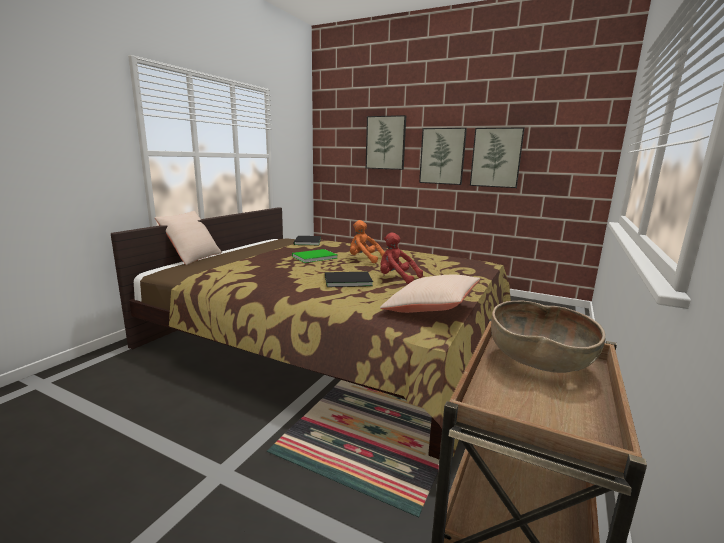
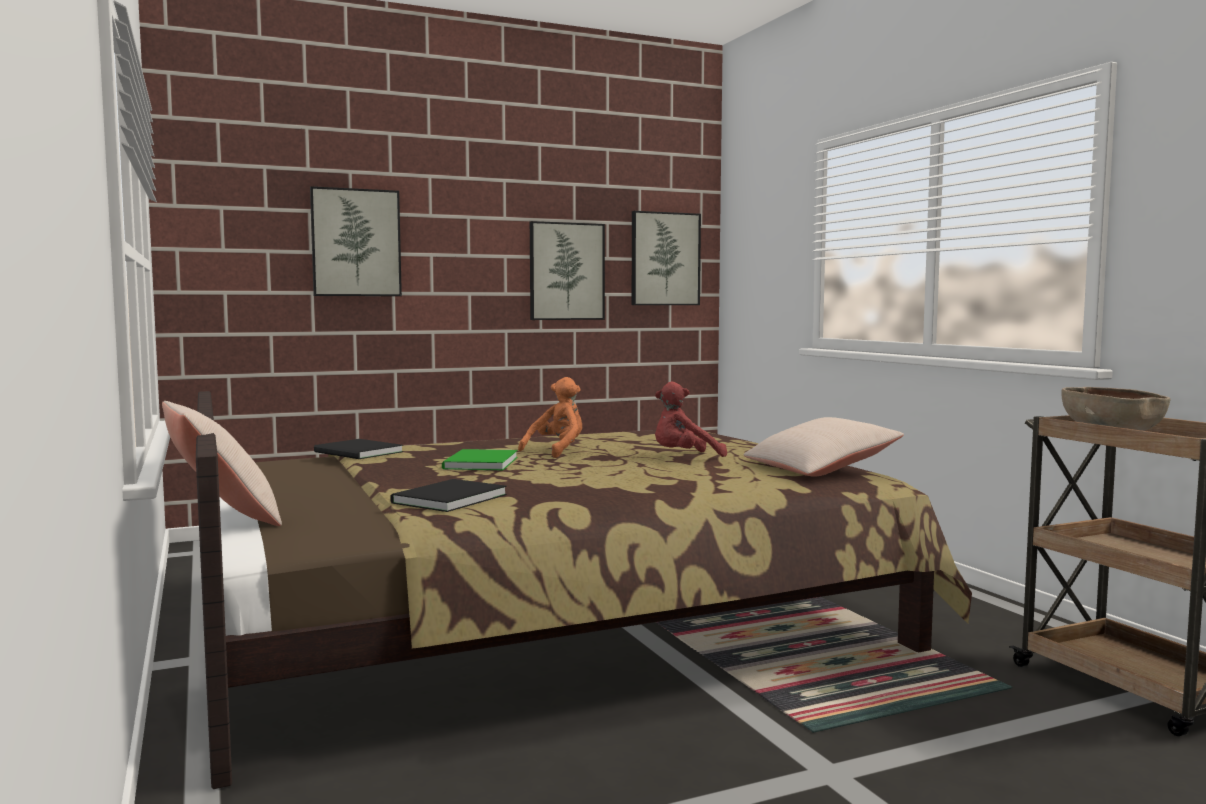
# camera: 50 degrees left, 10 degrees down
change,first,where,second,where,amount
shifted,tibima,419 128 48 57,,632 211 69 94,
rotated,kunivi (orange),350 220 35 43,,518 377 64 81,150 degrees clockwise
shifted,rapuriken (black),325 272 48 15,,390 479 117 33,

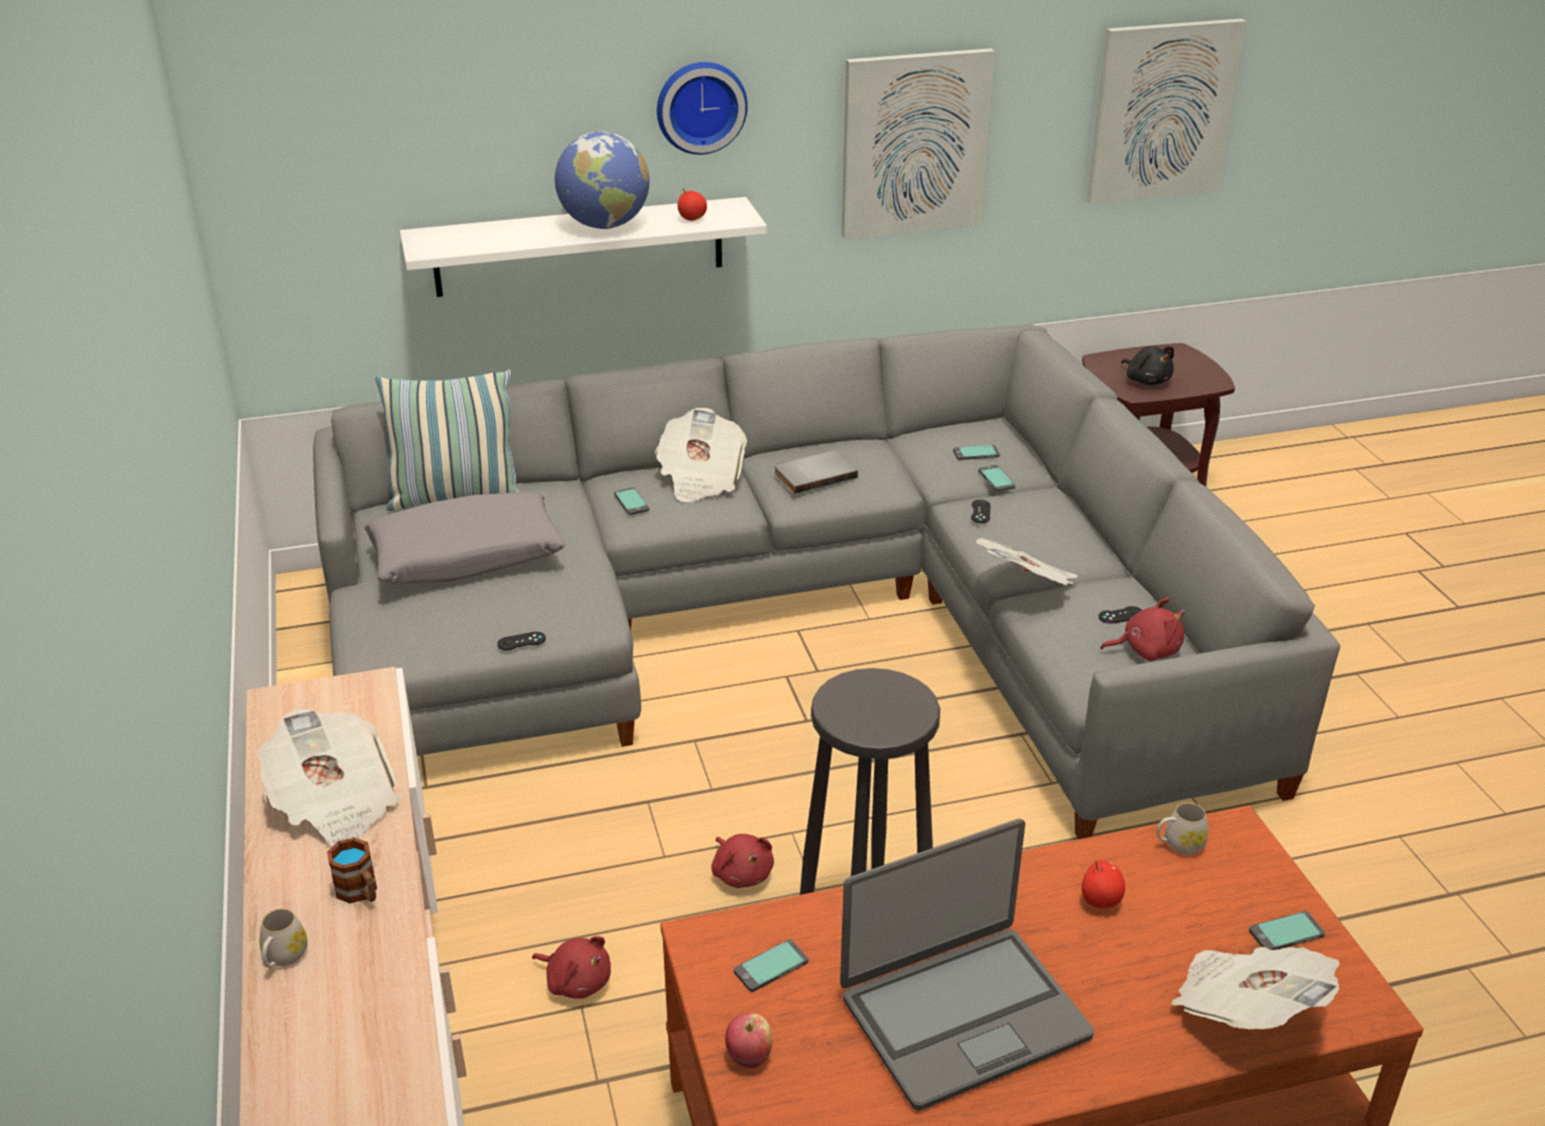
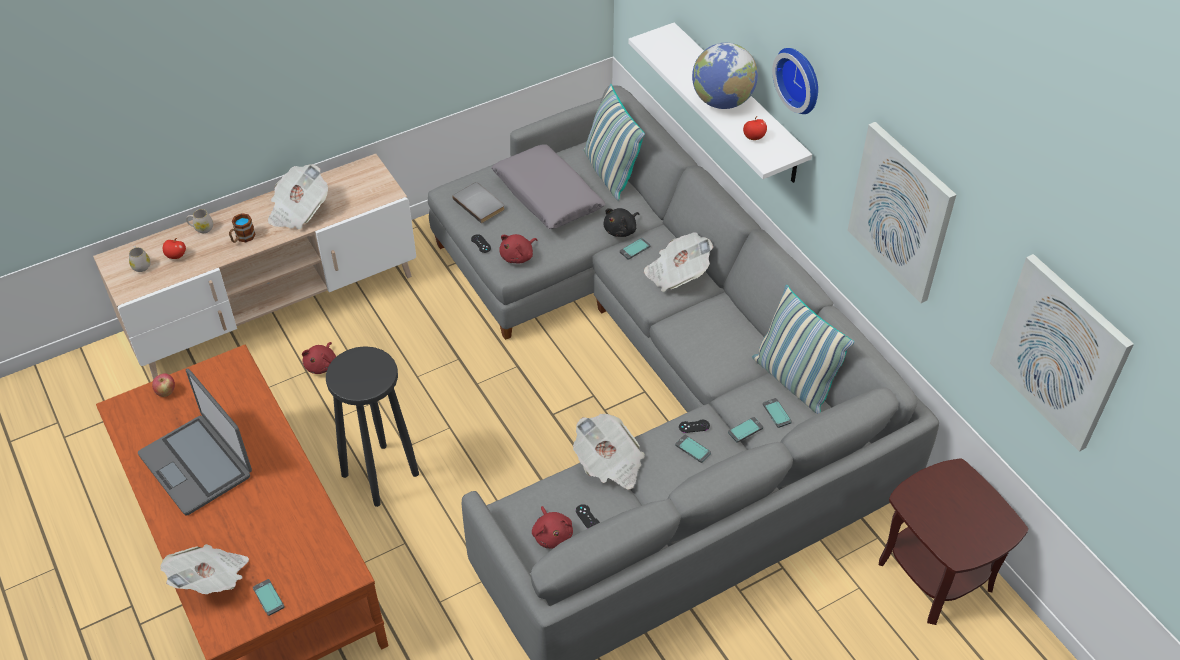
# camera: 75 degrees right, 15 degrees up
change,first,where,second,where,amount
shifted,kunivi (black),1121 346 53 39,,603 208 36 29,
shifted,rapuriken (grey),774 450 84 44,,452 182 53 41,
shifted,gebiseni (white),1156 802 52 53,,129 246 22 26,
shifted,kunivi (red),711 834 63 54,,499 234 39 29,
shifted,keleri,1082 860 43 49,,163 238 23 21,
shifted,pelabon,734 939 74 53,,675 435 36 28,
new,,,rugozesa,752 285 102 129,

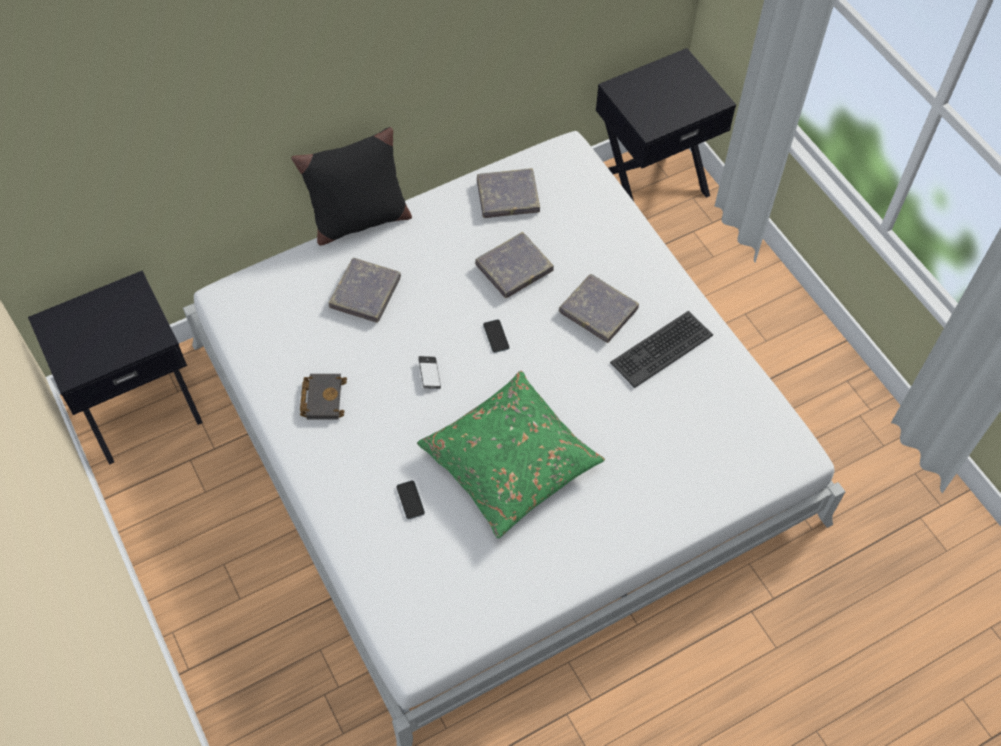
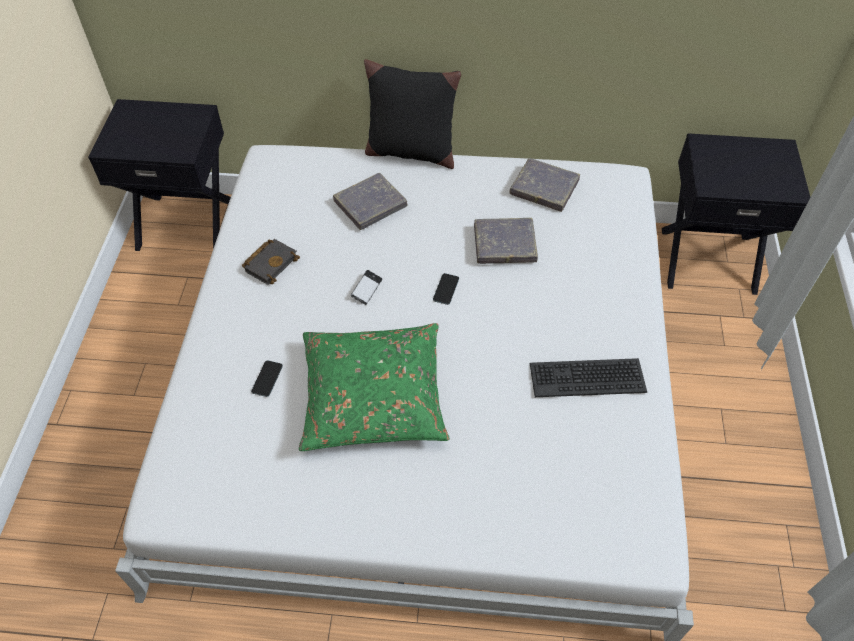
# camera: 35 degrees right, 5 degrees down
change,first,where,second,where,amount
gone,rapuriken (grey),559 274 80 69,,,

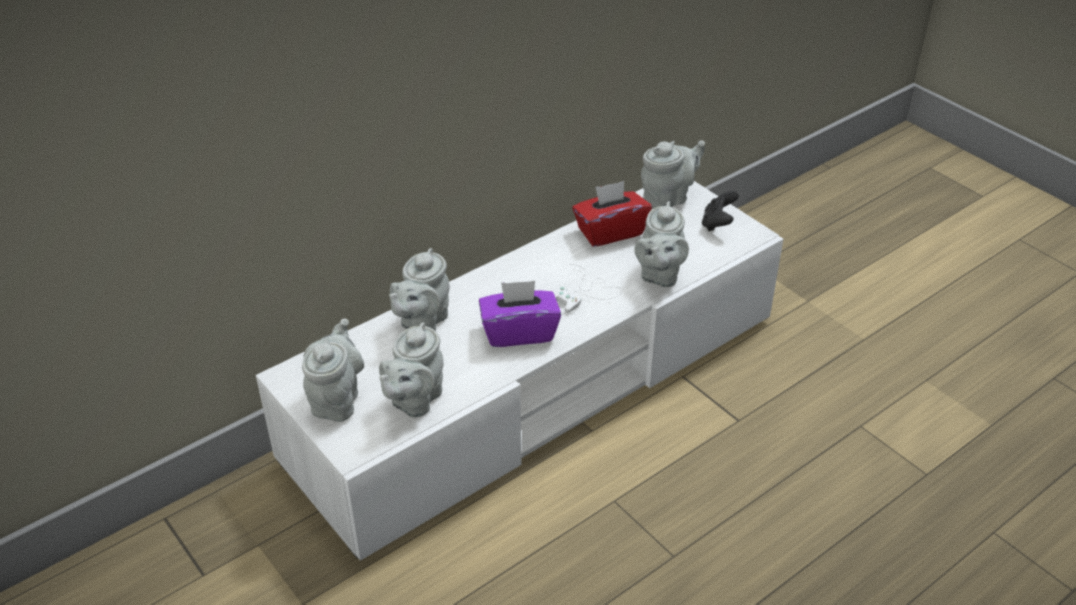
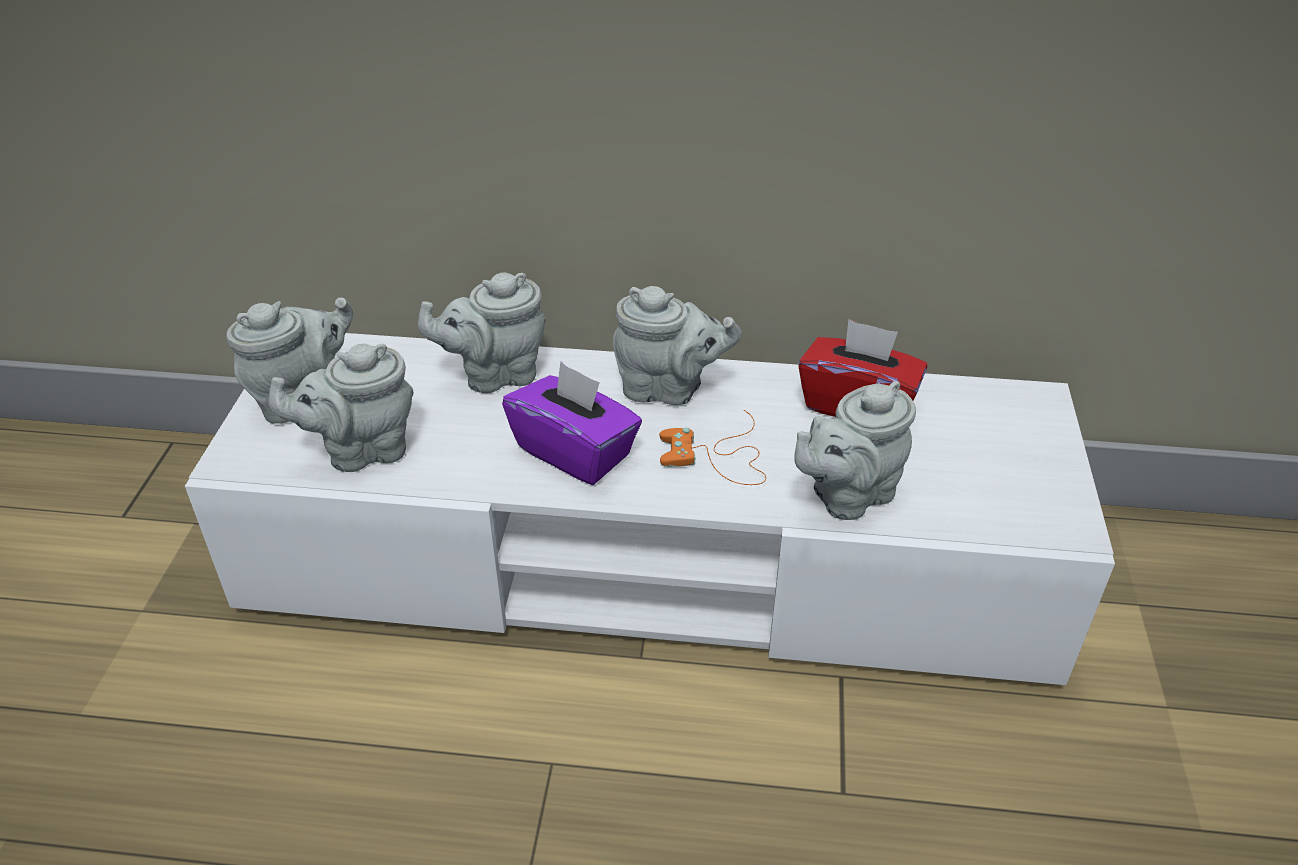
# camera: 45 degrees right, 0 degrees up
change,first,where,second,where,amount
shifted,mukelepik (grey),641 140 64 69,,613 286 129 119,
gone,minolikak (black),702 191 37 40,,,
repainted,minolikak (white),553 264 70 49,minolikak (orange),659 410 107 75,

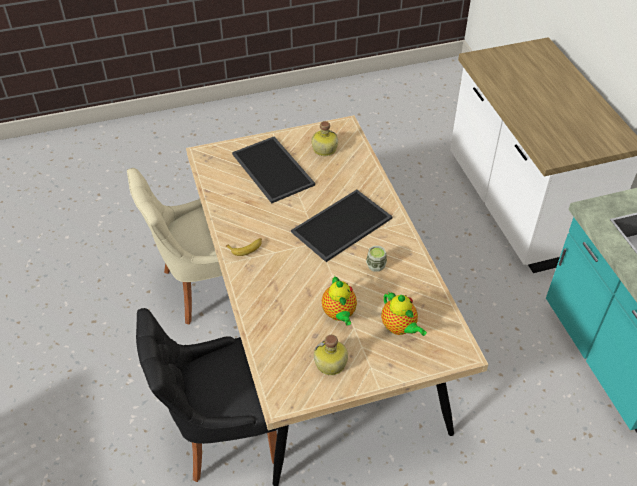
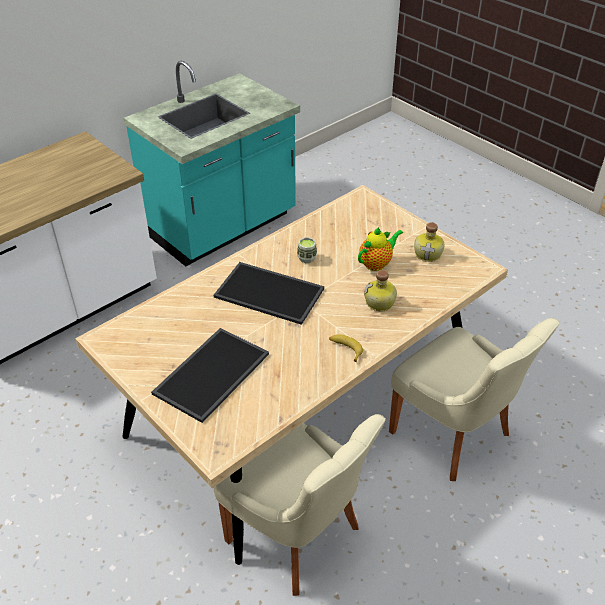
# camera: 115 degrees left, 5 degrees down
change,first,where,second,where,amount
shifted,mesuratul,312 121 26 35,,364 270 33 41,
gone,mukelepik,381 292 46 44,,,
repainted,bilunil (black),136 308 142 174,bilunil (beige),389 318 171 163,

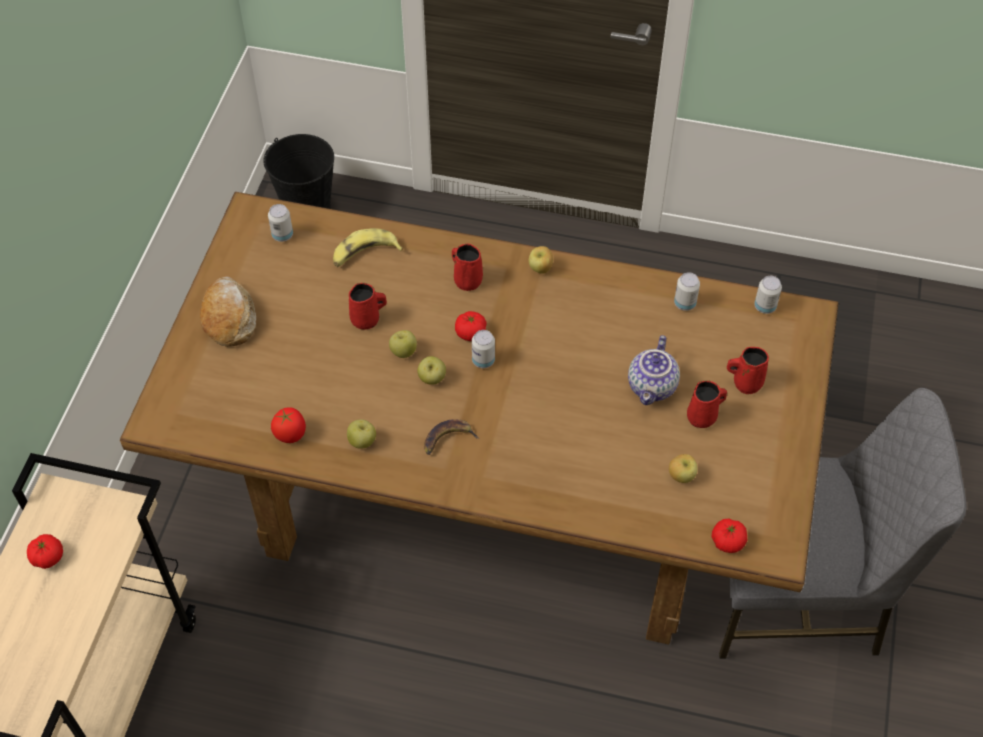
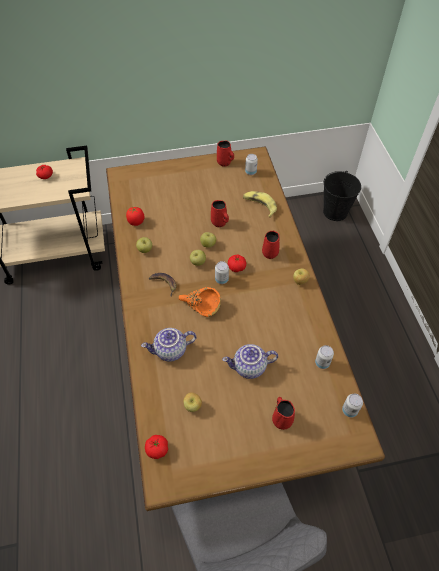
# camera: 65 degrees right, 0 degrees up
change,first,where,second,where,amount
gone,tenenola,200 276 56 71,,,
shifted,gebiseni (red),687 380 40 48,,217 141 17 26,
new,,,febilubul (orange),179 287 42 30,
new,,,mukelepik,141 328 55 34,

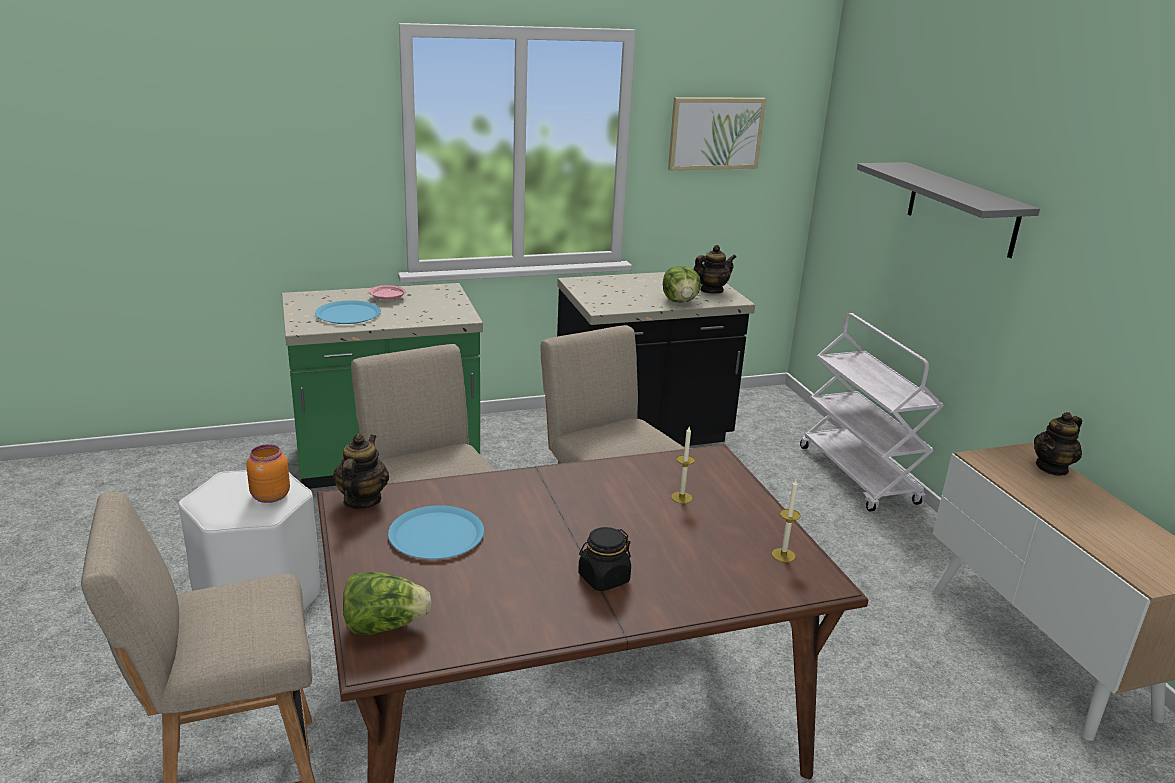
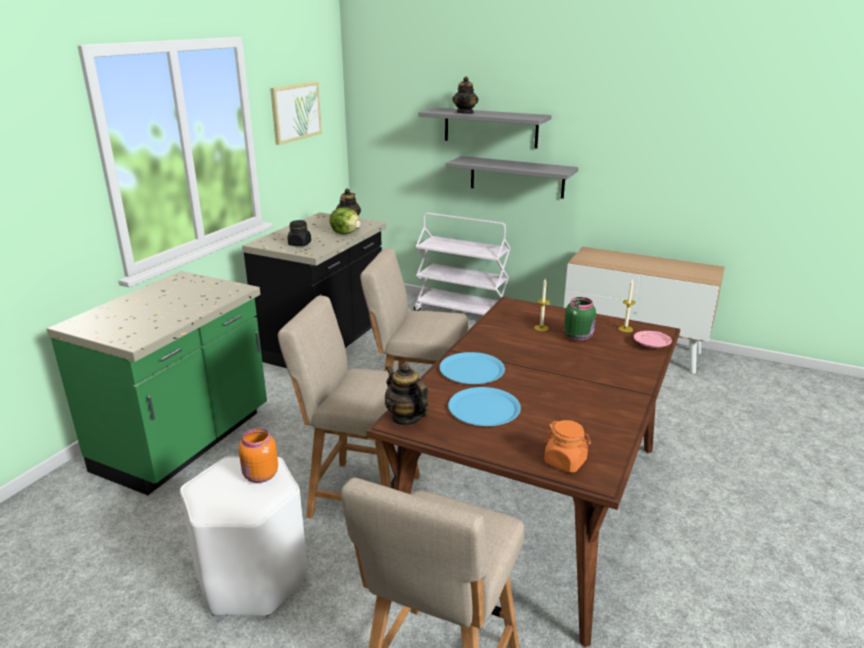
# camera: 45 degrees left, 0 degrees up
change,first,where,second,where,amount
shifted,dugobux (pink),369 285 37 15,,634 331 38 17,
shifted,dugobux (blue),315 300 66 24,,439 352 66 32,
shifted,mukelepik,1034 412 48 64,,452 76 26 38,
shifted,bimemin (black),578 527 53 64,,288 220 23 26,
swapped,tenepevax,343 572 89 63,bimemin (orange),544 420 47 53,
new,,,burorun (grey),446 156 132 43,
new,,,bimemin (green),564 297 32 44,

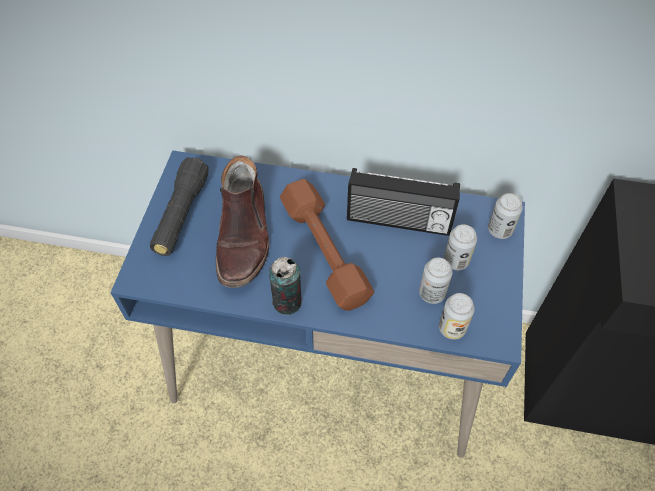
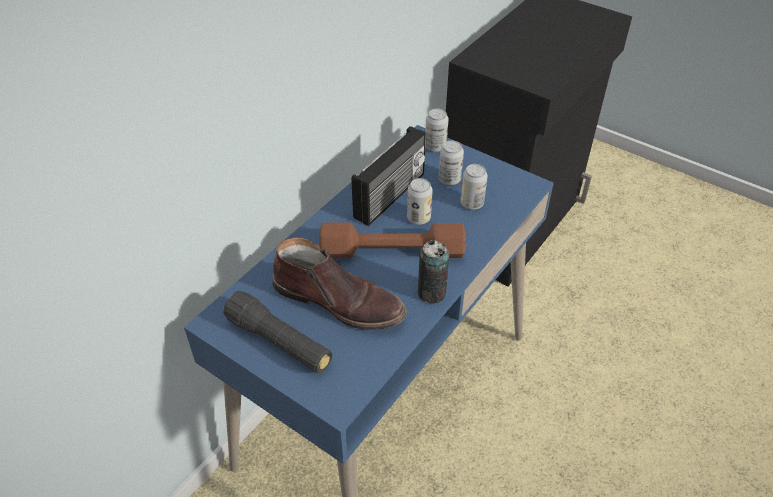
# camera: 65 degrees left, 10 degrees down
change,first,where,second,where,amount
shifted,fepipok,439 293 36 47,,407 178 26 47,

